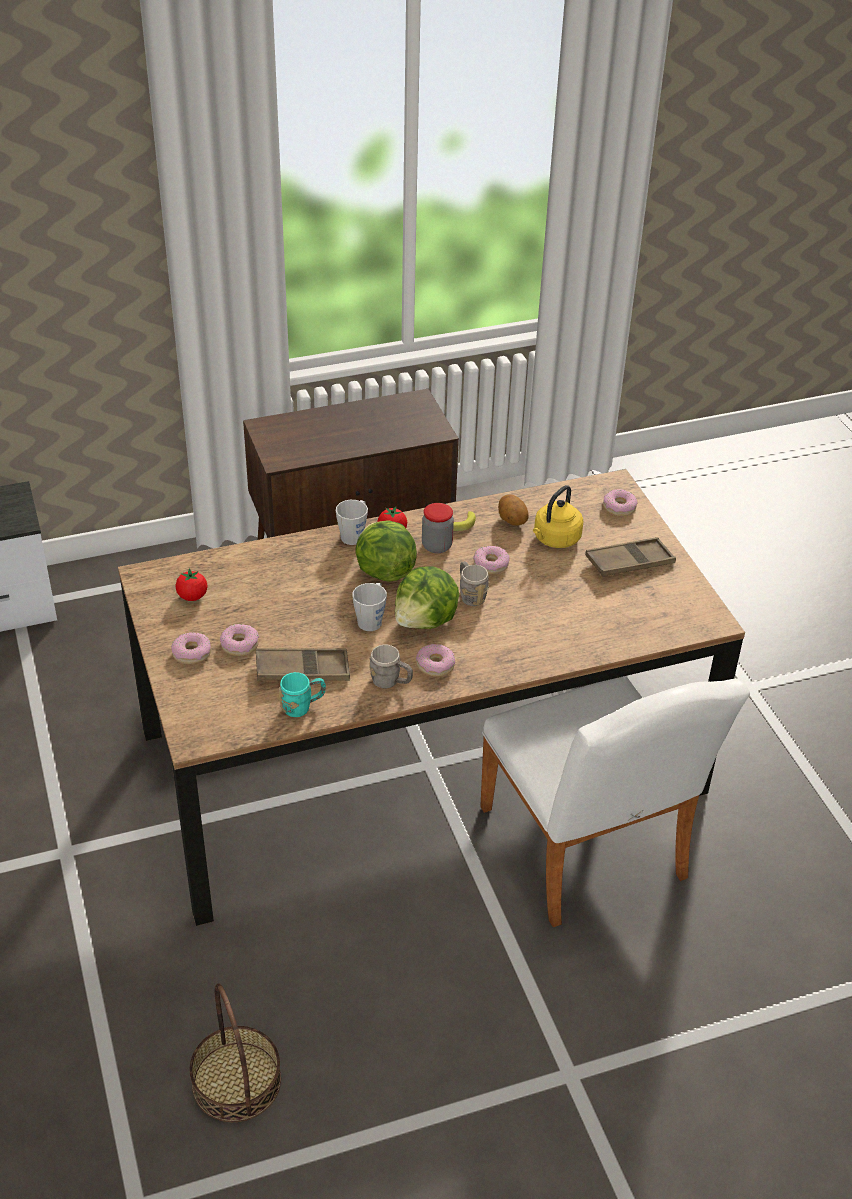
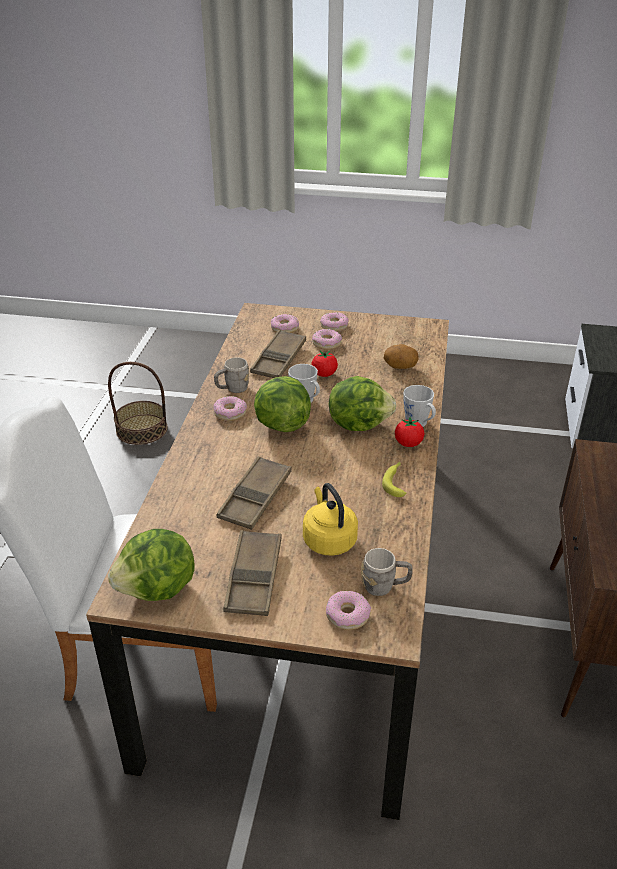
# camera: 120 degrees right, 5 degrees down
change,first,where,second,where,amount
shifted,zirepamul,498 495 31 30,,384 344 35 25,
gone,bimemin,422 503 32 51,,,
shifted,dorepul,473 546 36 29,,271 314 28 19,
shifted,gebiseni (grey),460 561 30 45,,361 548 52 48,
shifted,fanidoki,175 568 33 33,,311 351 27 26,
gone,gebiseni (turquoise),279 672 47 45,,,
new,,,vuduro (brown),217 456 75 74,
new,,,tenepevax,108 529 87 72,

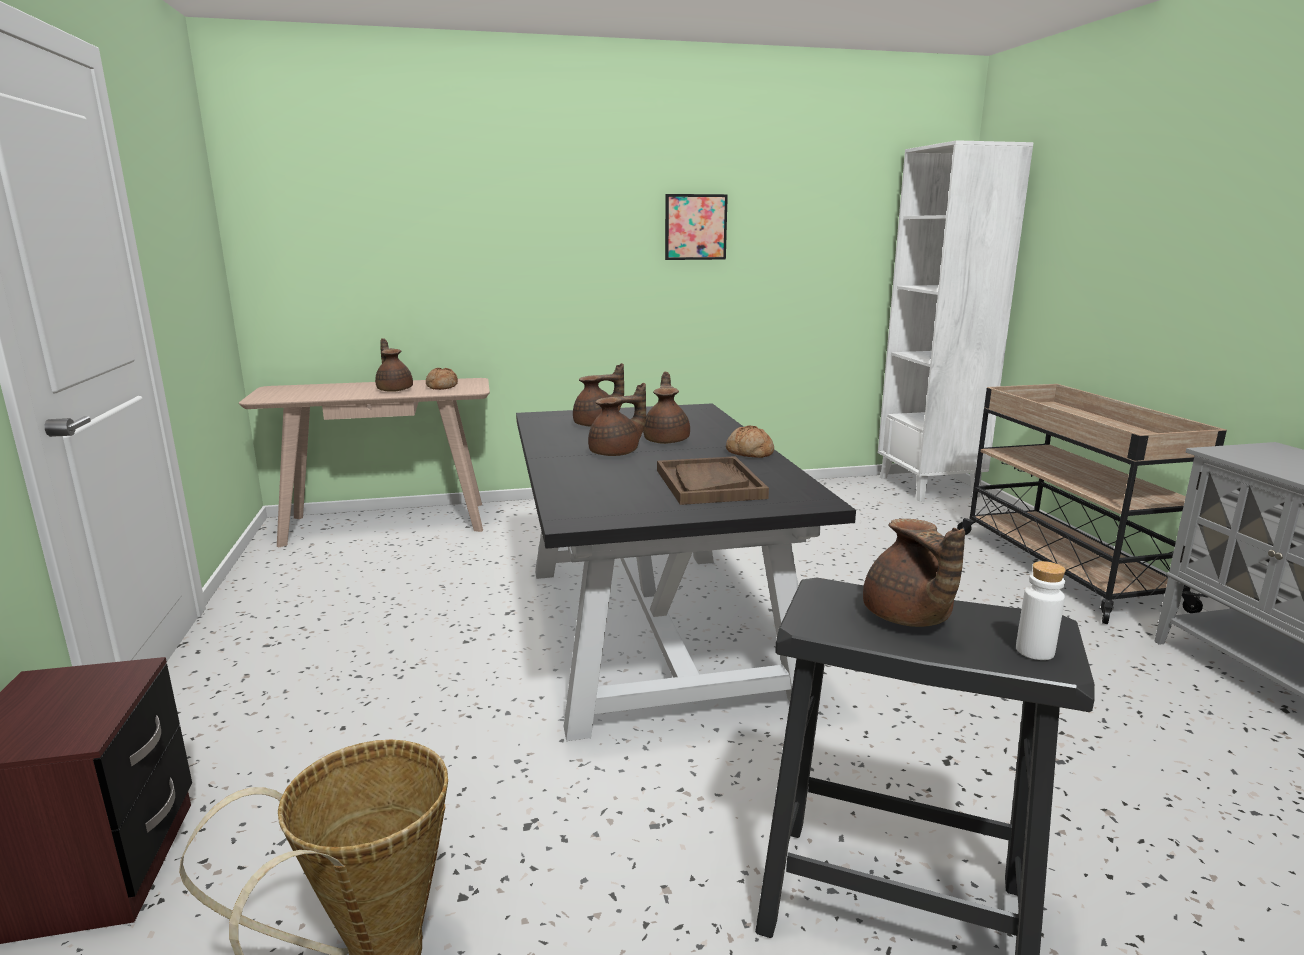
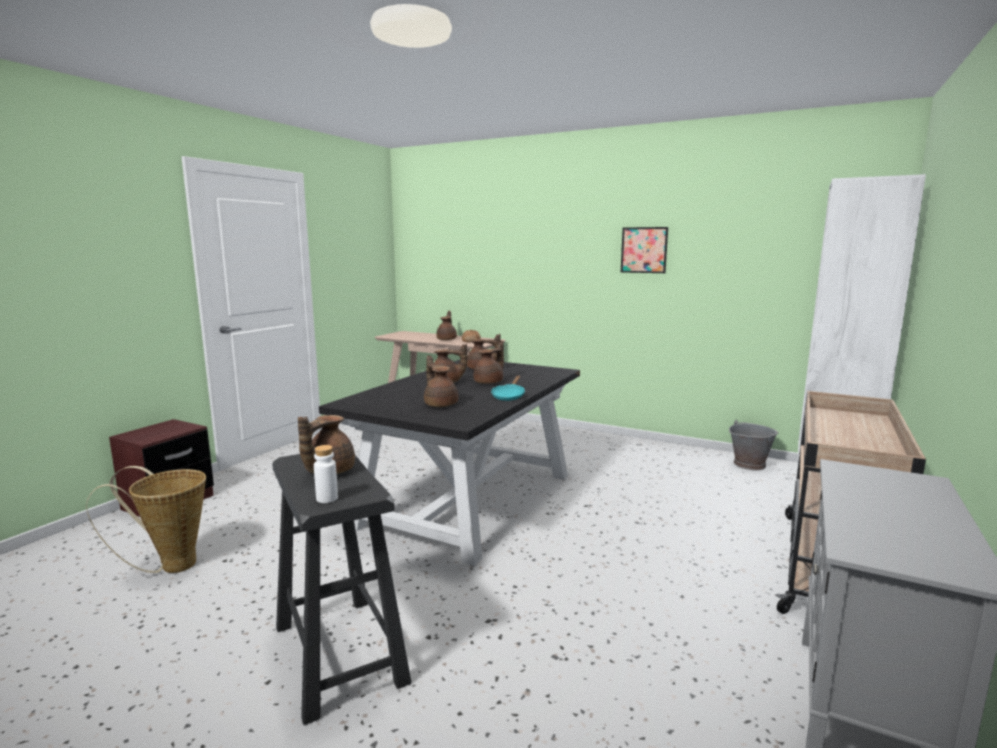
# camera: 40 degrees right, 5 degrees down
change,first,where,second,where,amount
swapped,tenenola,726 425 48 33,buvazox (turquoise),491 375 34 26,
swapped,vuduro (brown),657 456 112 49,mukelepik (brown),424 355 34 52,
new,,,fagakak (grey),729 420 49 50,

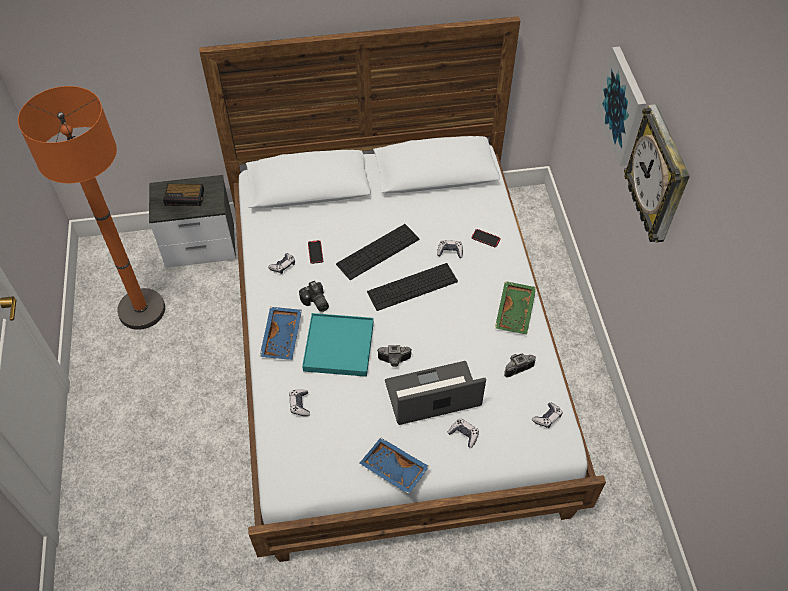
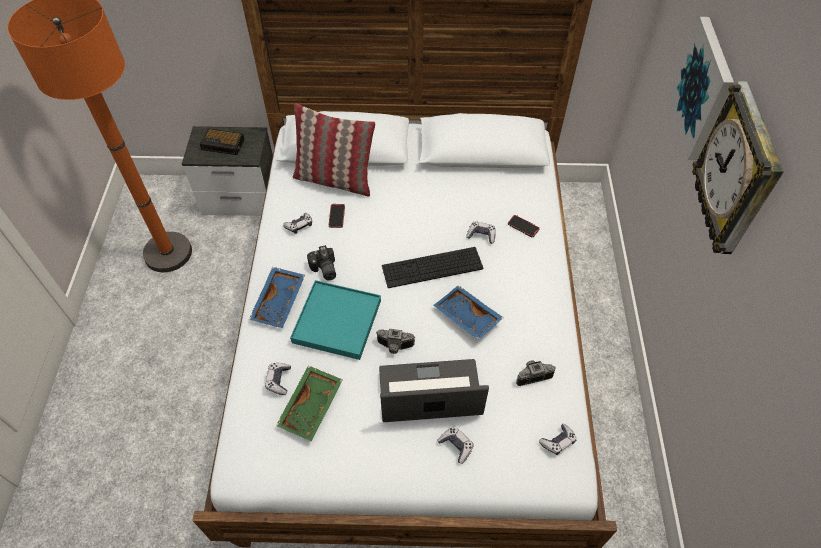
# camera: 10 degrees right, 0 degrees up
change,first,where,second,where,amount
gone,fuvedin,336 224 84 56,,,
shifted,vuduro (green),495 281 41 53,,276 366 67 75,
shifted,vuduro (blue),360 437 70 57,,433 285 71 55,
new,,,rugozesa,293 104 82 93,

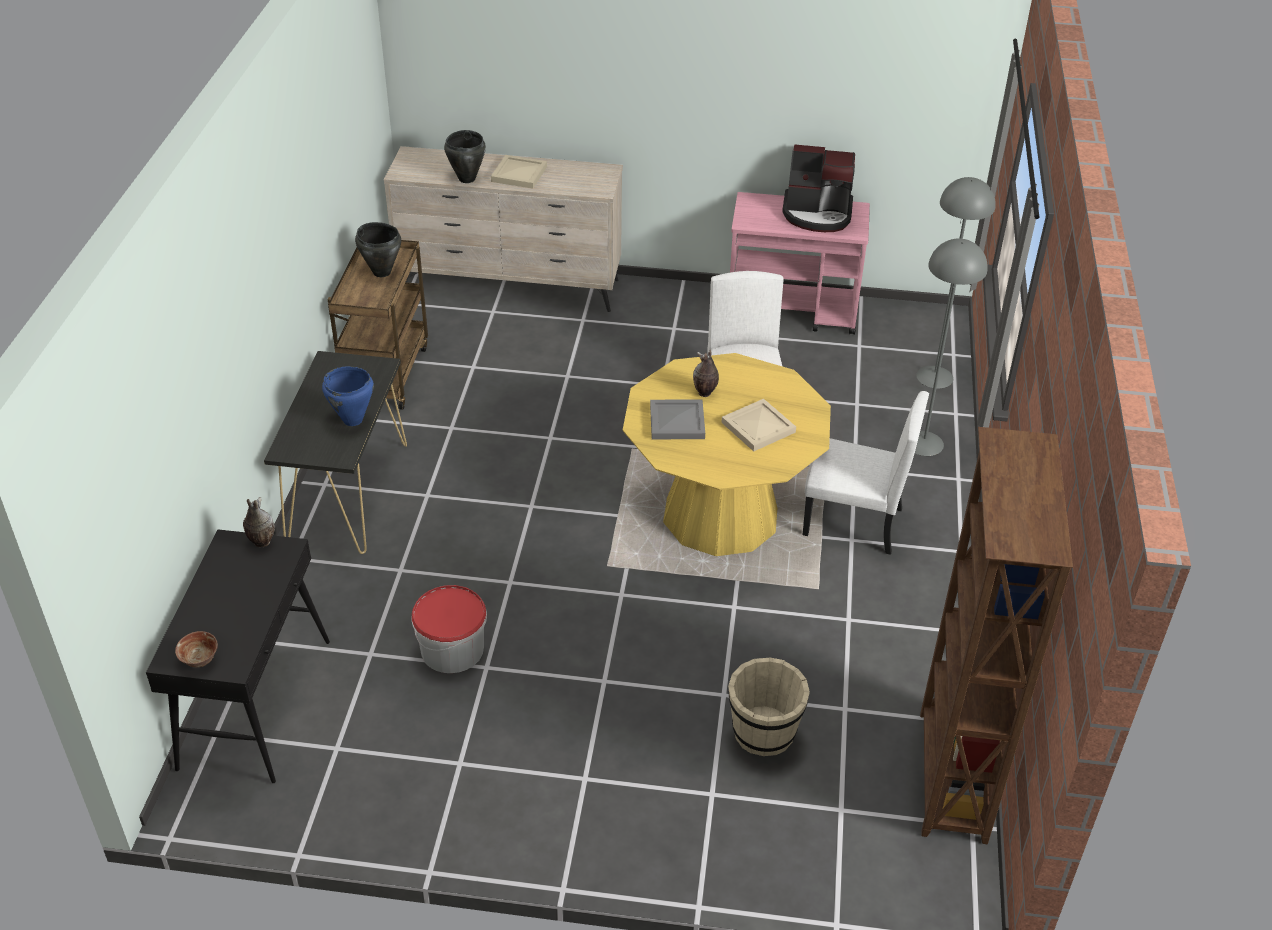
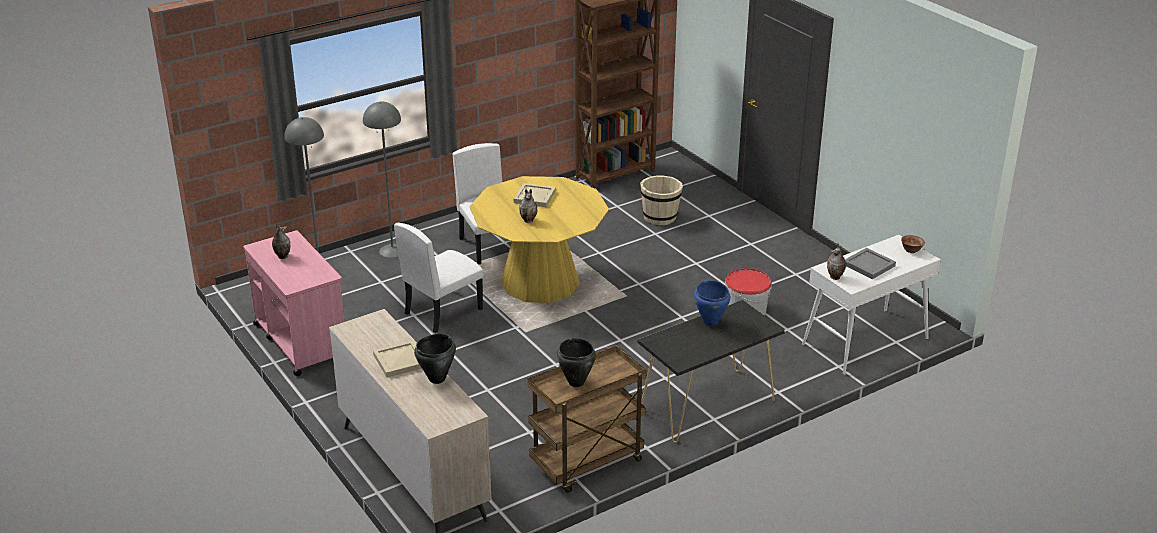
# camera: 130 degrees left, 10 degrees down
change,first,where,second,where,amount
swapped,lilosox,782 144 73 88,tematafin,272 224 18 35,
shifted,vuduro (grey),650 400 55 39,,845 248 51 31,
repainted,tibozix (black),146 529 184 254,tibozix (white),802 235 139 140,

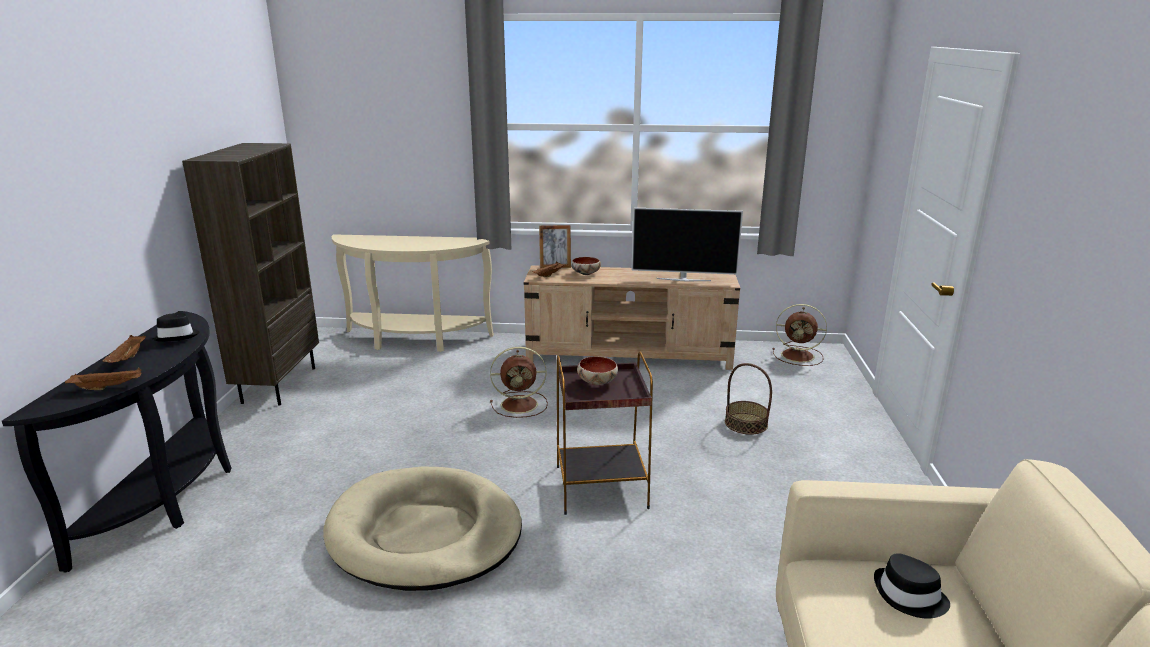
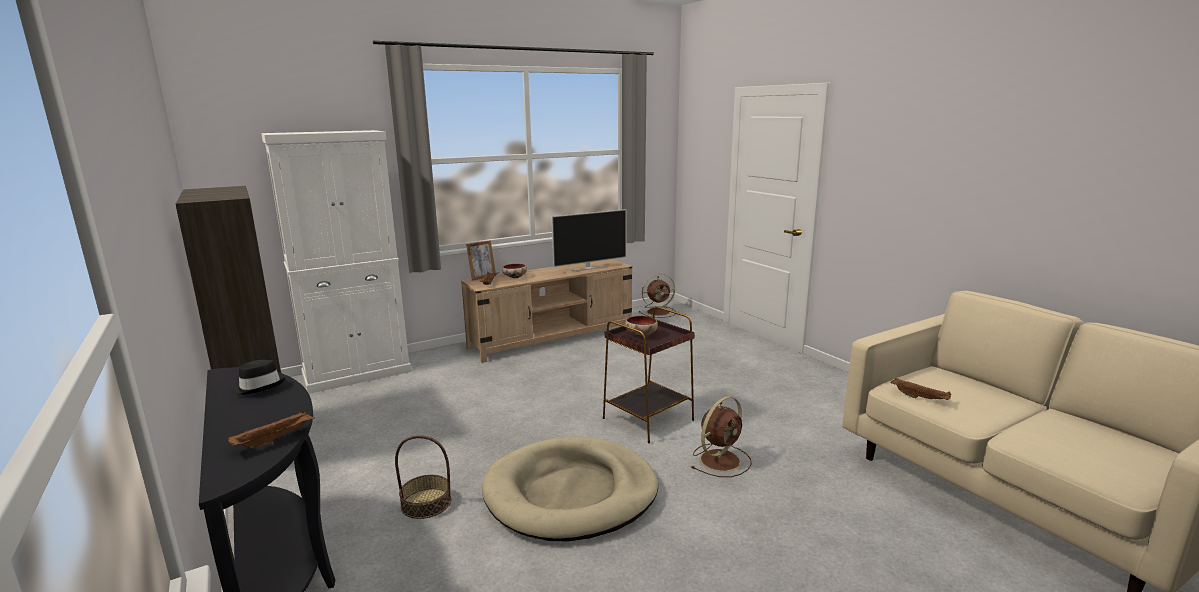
# camera: 35 degrees left, 5 degrees down
change,first,where,second,where,amount
swapped,tibozix (beige),332 234 162 118,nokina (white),261 130 151 264,
shifted,vuduro (brown),103 335 43 28,,891 378 60 22,
shifted,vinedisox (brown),490 347 58 71,,691 396 61 81,
shifted,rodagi,725 363 47 72,,395 435 56 84,
gone,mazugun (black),874 553 76 66,,,

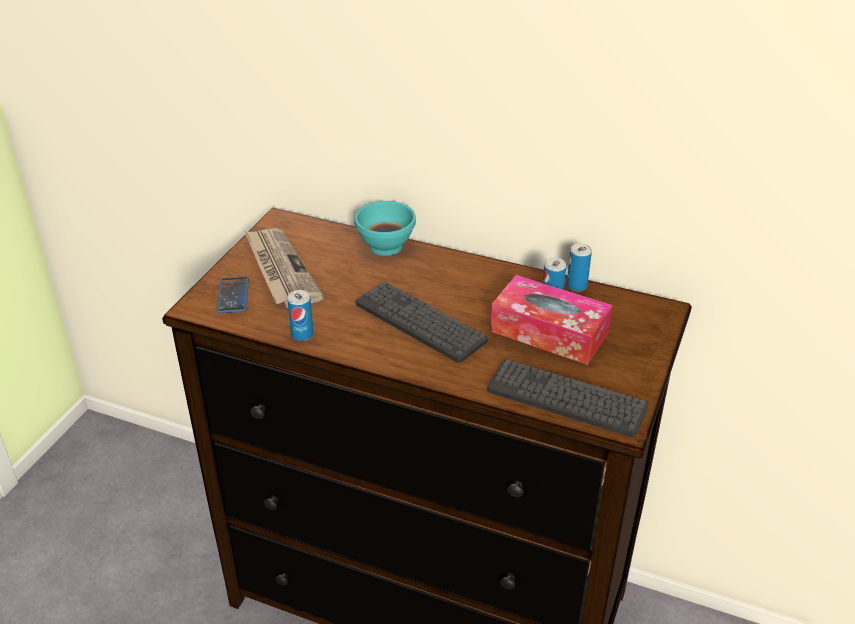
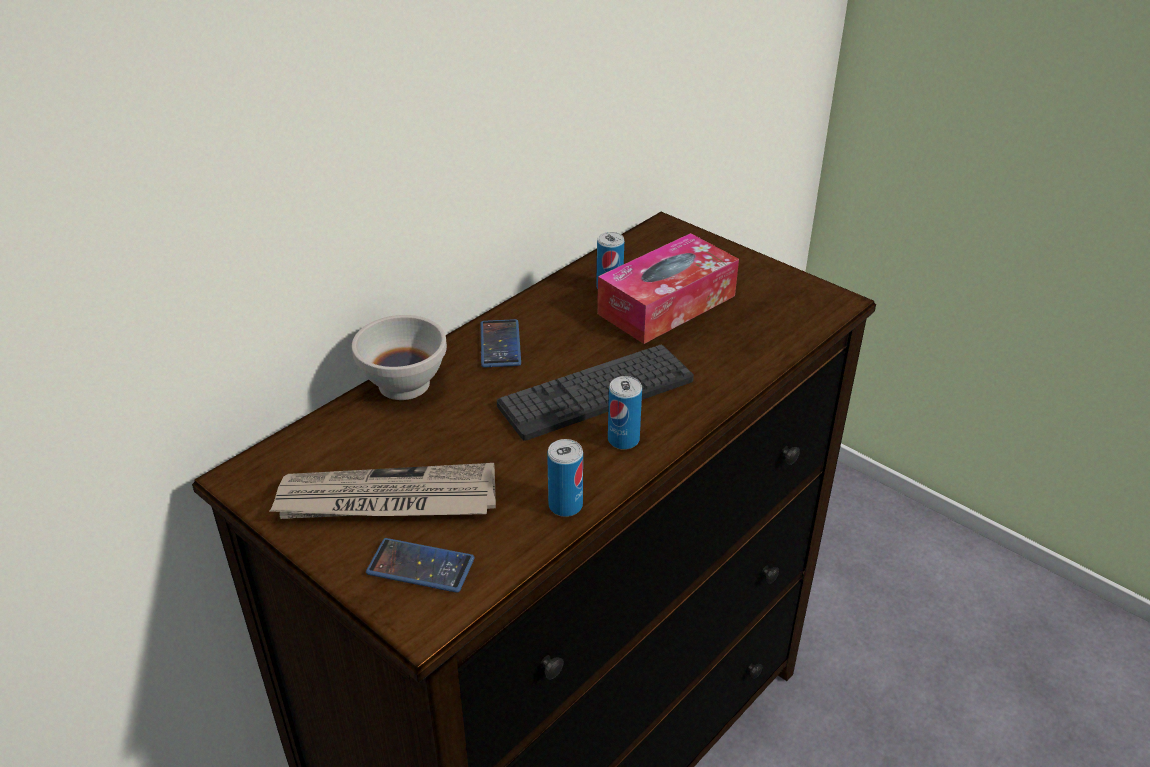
# camera: 70 degrees left, 0 degrees up
change,first,where,second,where,amount
repainted,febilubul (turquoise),355 201 61 55,febilubul (white),352 315 95 85,
shifted,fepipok,567 243 25 49,,608 376 34 74,
gone,fuvedin,488 359 161 79,,,
new,,,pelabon,481 319 40 48,

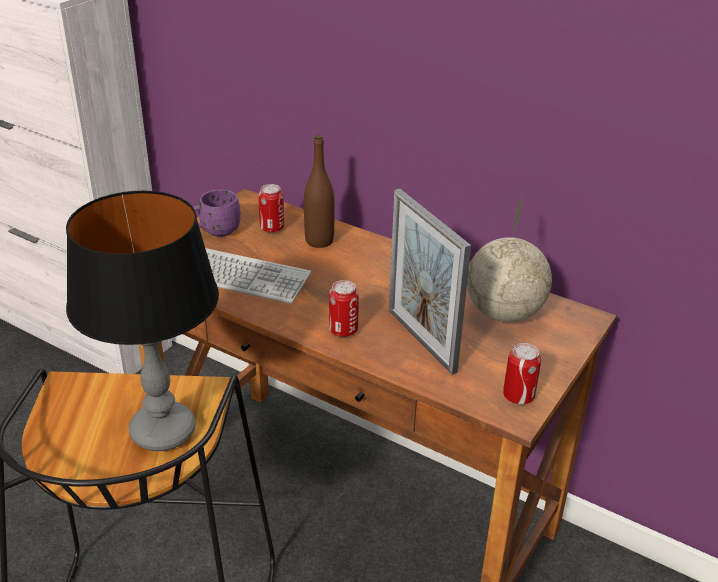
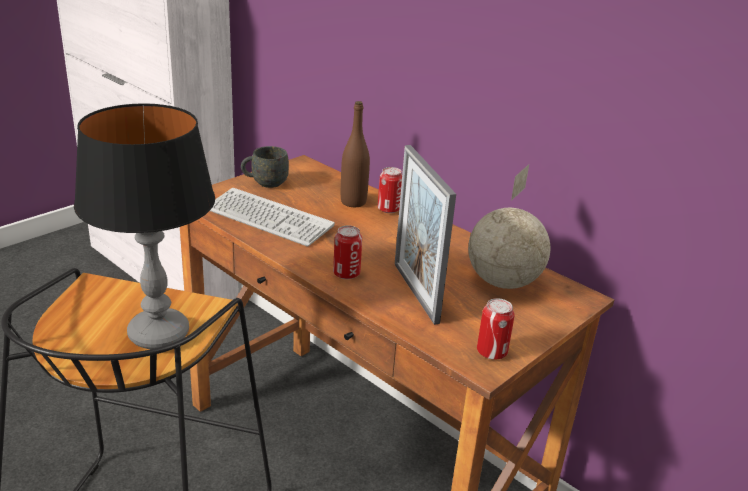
# camera: 10 degrees right, 5 degrees down
change,first,where,second,where,amount
shifted,fepipok,258 184 26 49,,378 167 24 46,
repainted,gebiseni (purple),193 190 48 47,gebiseni (grey),241 146 48 42,

